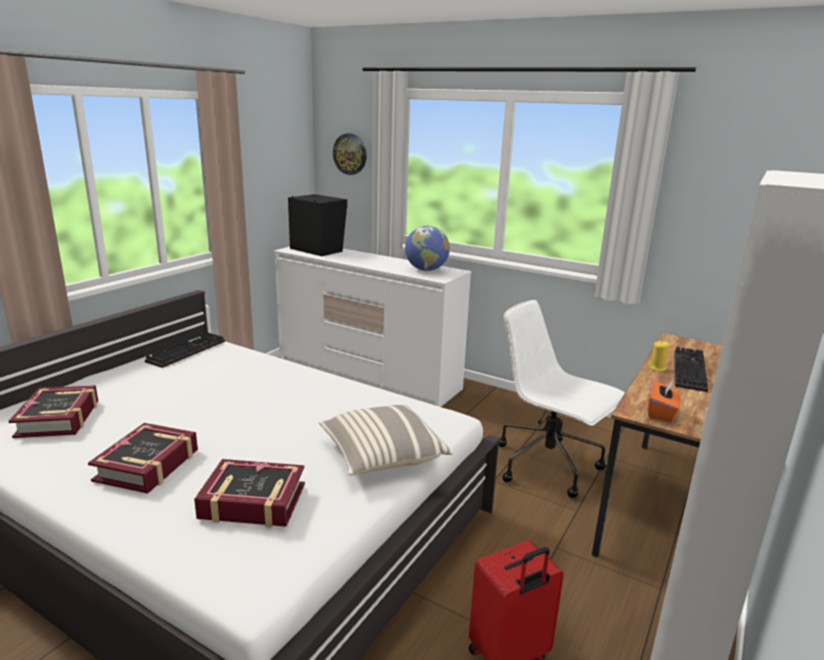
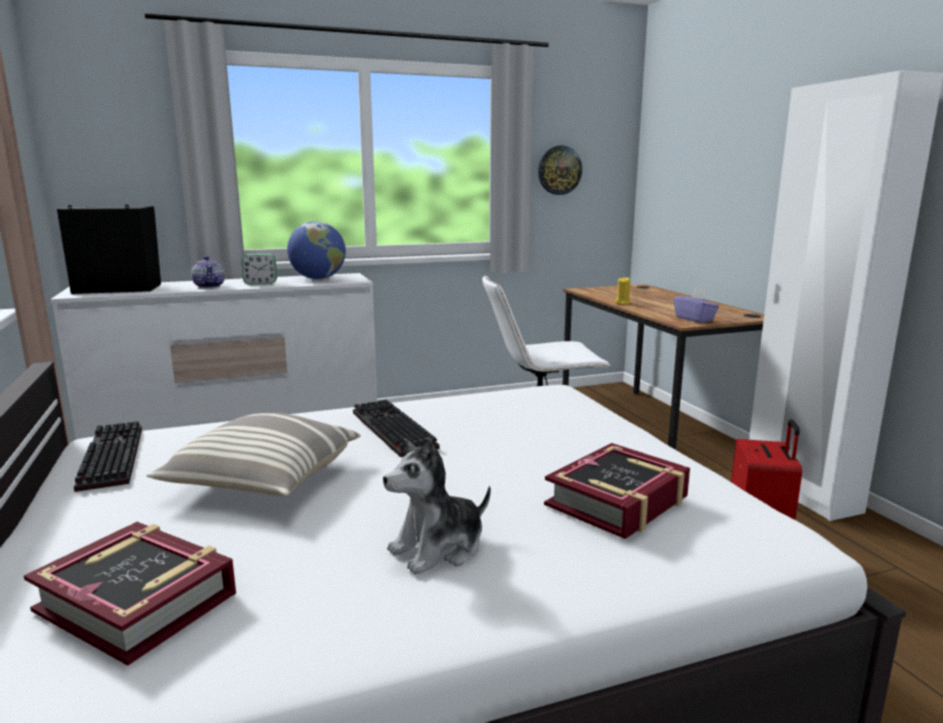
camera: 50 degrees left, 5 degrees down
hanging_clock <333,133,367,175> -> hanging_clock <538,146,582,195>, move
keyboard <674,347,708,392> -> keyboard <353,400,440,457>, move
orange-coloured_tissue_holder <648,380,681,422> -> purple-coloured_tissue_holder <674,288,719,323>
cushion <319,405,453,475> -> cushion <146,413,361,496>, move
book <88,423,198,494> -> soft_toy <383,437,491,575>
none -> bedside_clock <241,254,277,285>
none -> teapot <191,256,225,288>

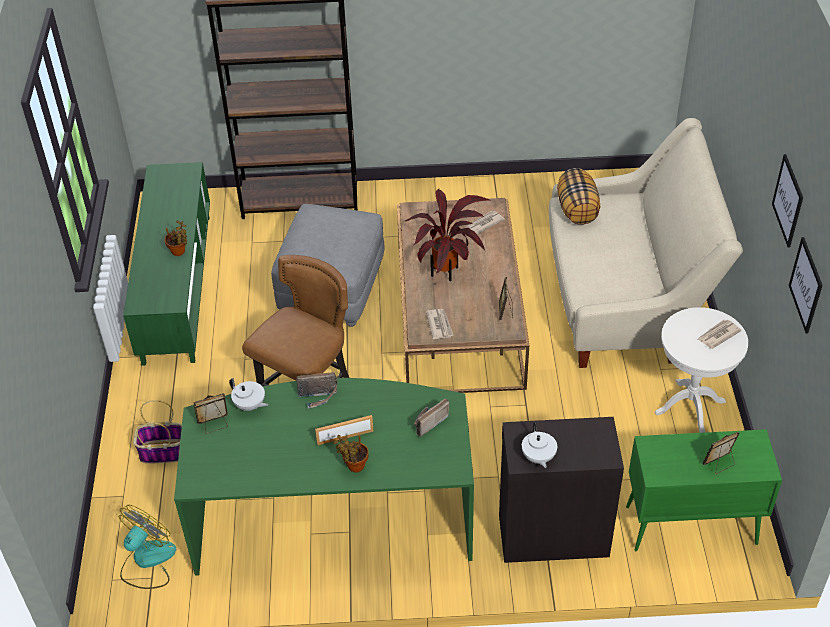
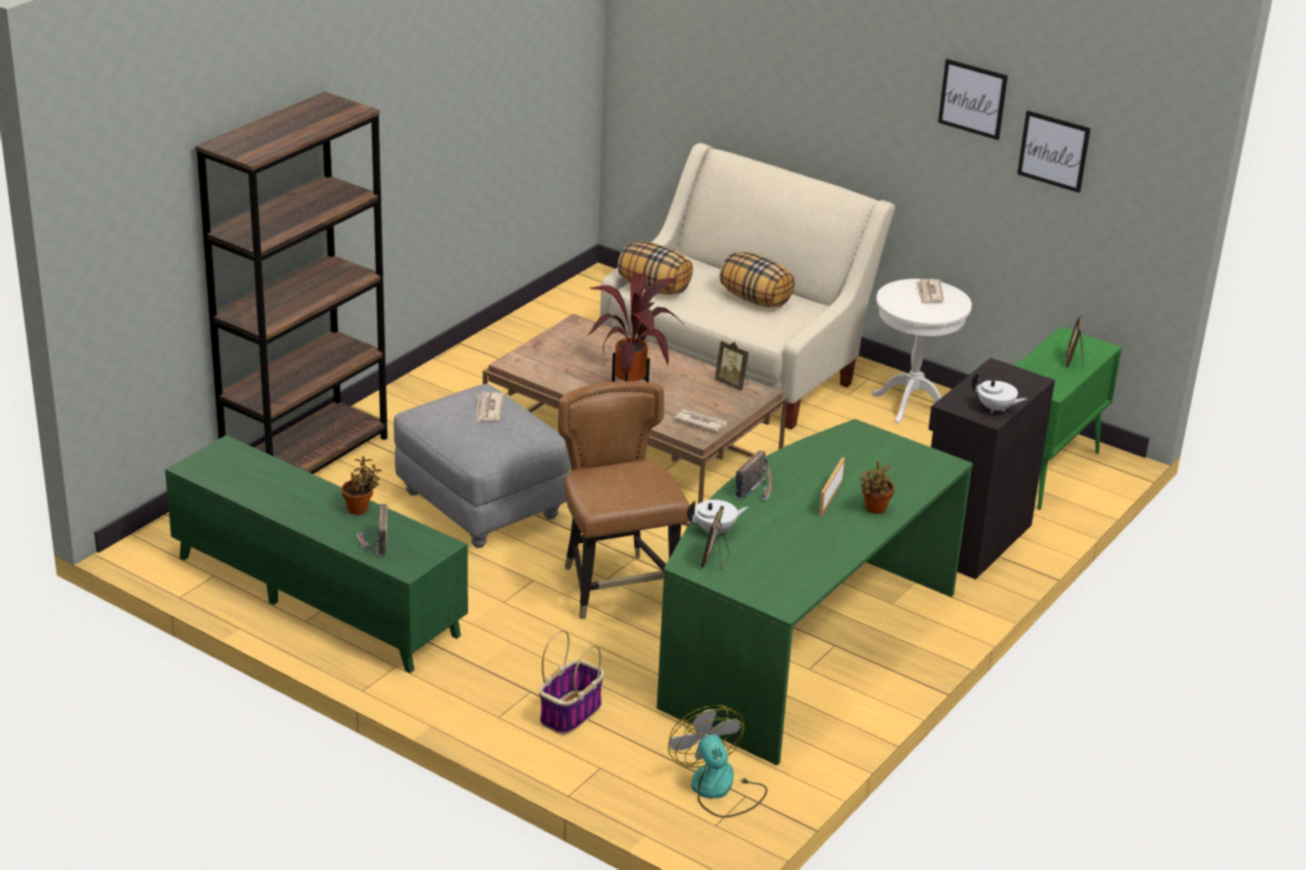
camera: 55 degrees left, 15 degrees down
daily_paper <465,211,505,234> -> daily_paper <476,392,505,422>, move
radio_receiver <414,399,450,437> -> radio_receiver <357,504,387,556>, move
none -> cushion <720,252,794,307>

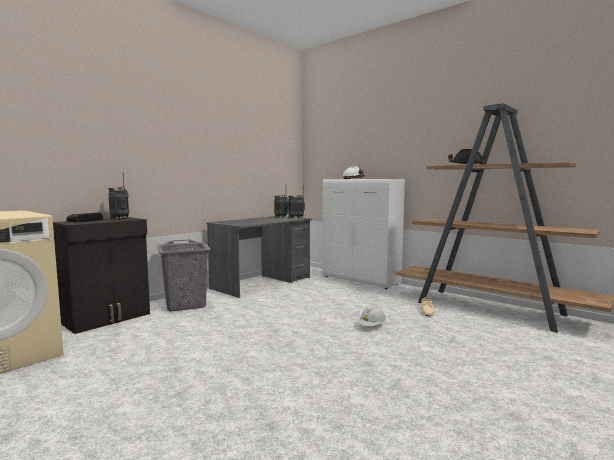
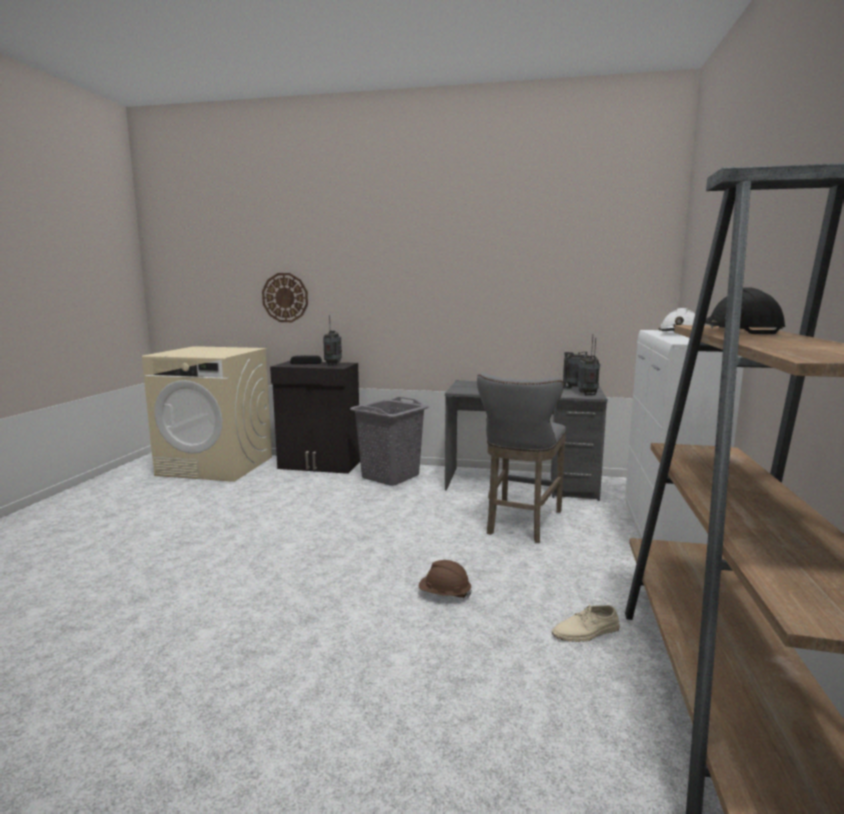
camera: 60 degrees right, 5 degrees up
white-coloured_work_helmet <358,305,386,326> -> brown_work_helmet <419,560,472,598>
none -> hanging_clock <262,273,308,322>
none -> gray_sitting_stool <477,373,566,543>

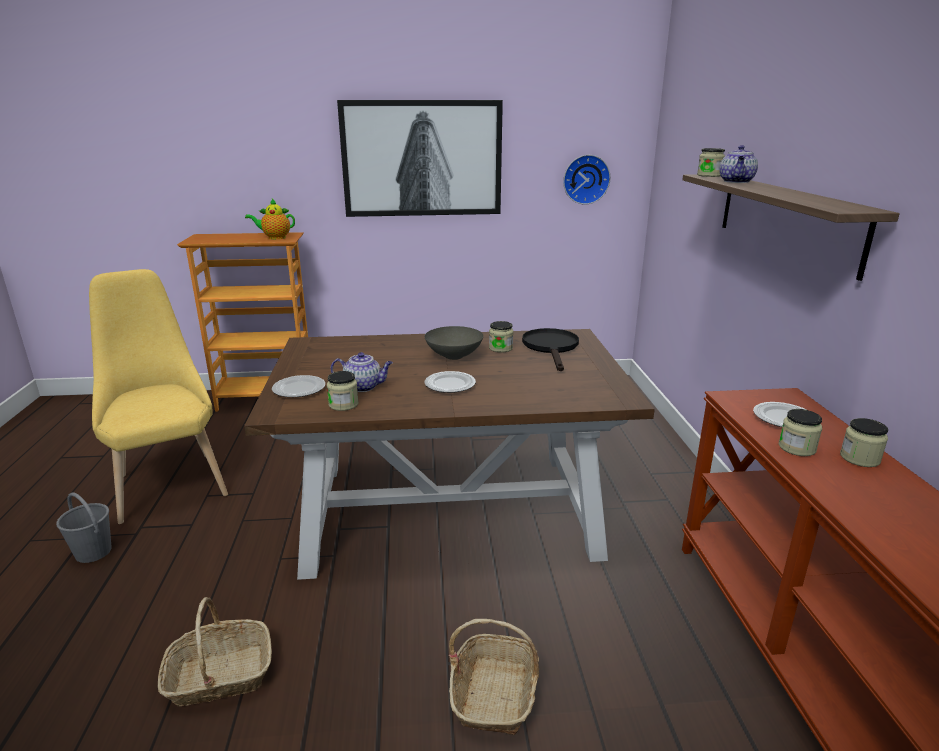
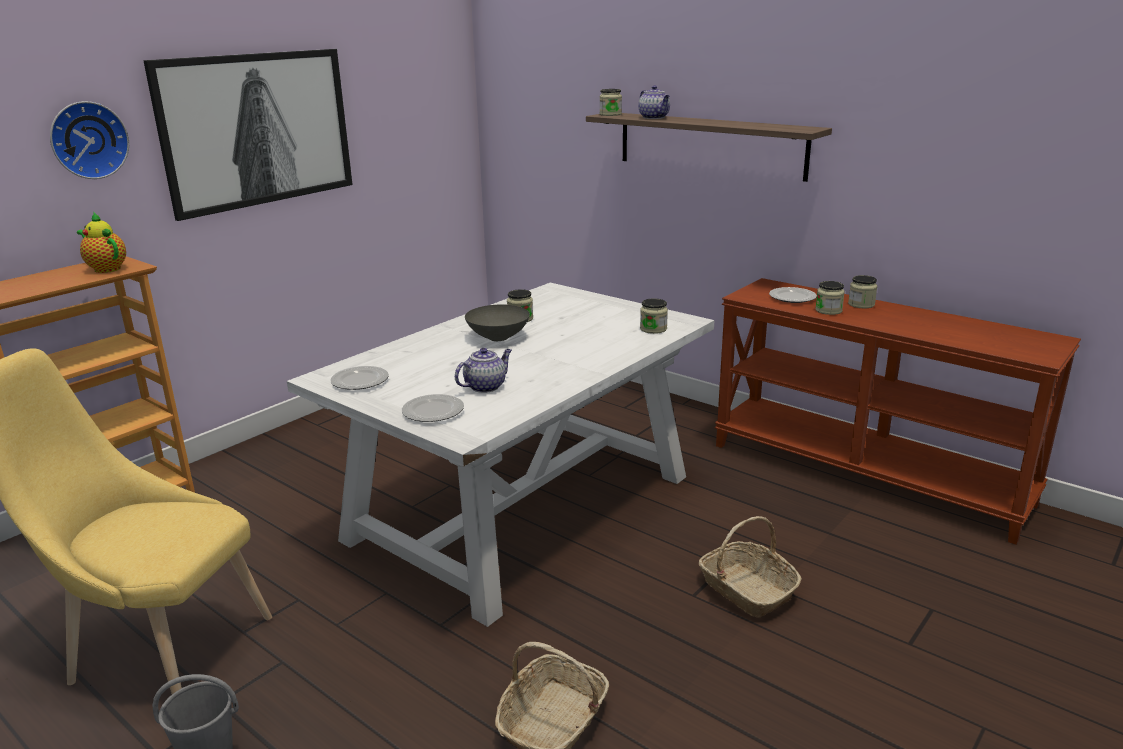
camera: 45 degrees left, 0 degrees up
hanging_clock <563,155,610,204> -> hanging_clock <50,101,129,179>, move
teapot <245,199,295,239> -> teapot <77,212,126,273>, 90 degrees clockwise
black_skillet <522,328,579,371> -> none
brown_dining_table <244,329,655,580> -> white-coloured_dining_table <287,283,714,627>
preserve_jar <327,371,359,411> -> preserve_jar <640,298,668,334>, move
dinner_plate <425,371,476,393> -> dinner_plate <330,366,389,390>, move

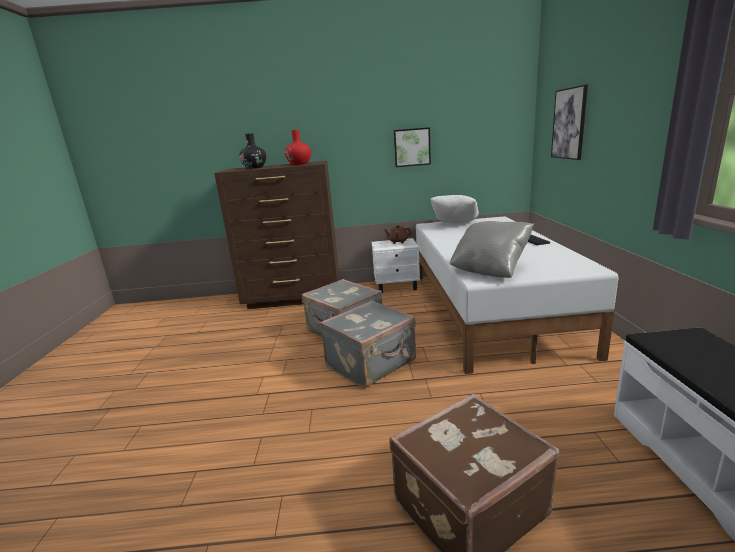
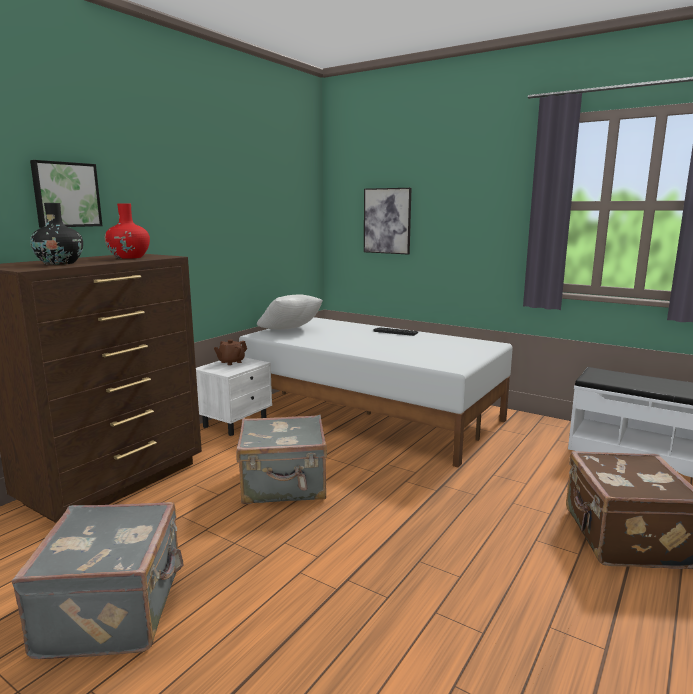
camera: 55 degrees left, 5 degrees down
picture <394,127,431,167> -> picture <30,160,103,228>, move
gray_cushion <450,221,534,278> -> none
gray_piece_of_luggage <319,300,416,388> -> gray_piece_of_luggage <12,502,184,659>, move

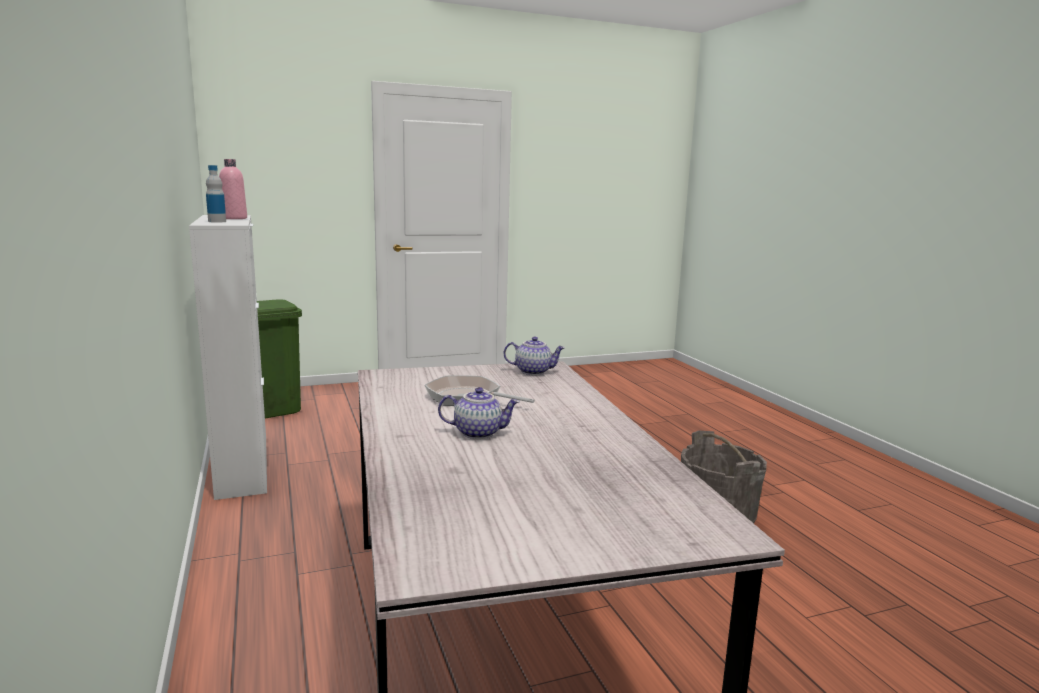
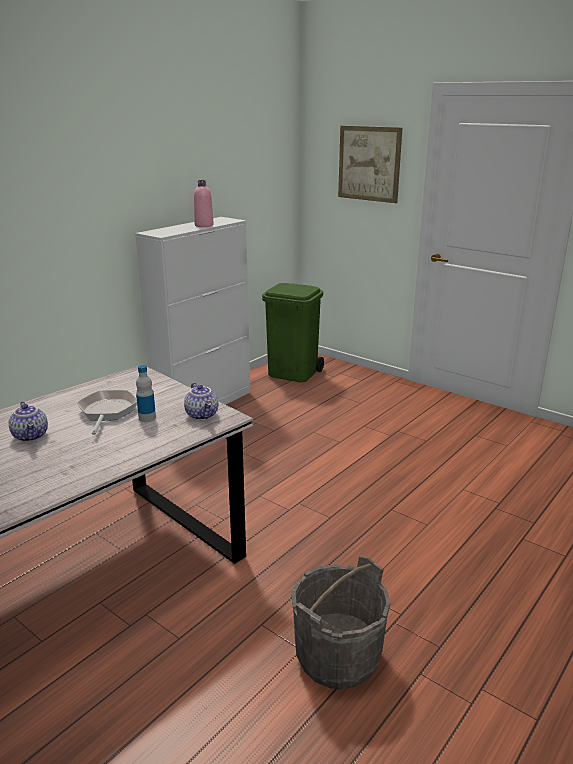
camera: 60 degrees right, 10 degrees up
bottle <206,165,226,223> -> bottle <136,365,156,422>, move
none -> picture <338,126,402,203>

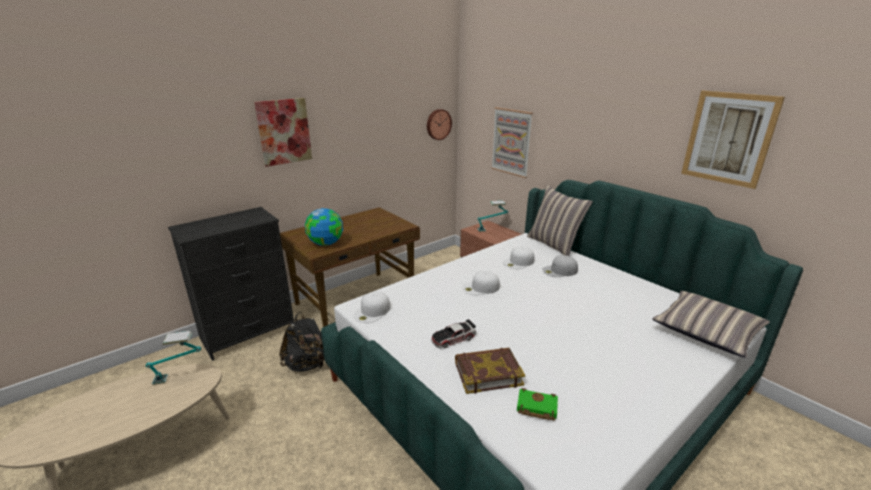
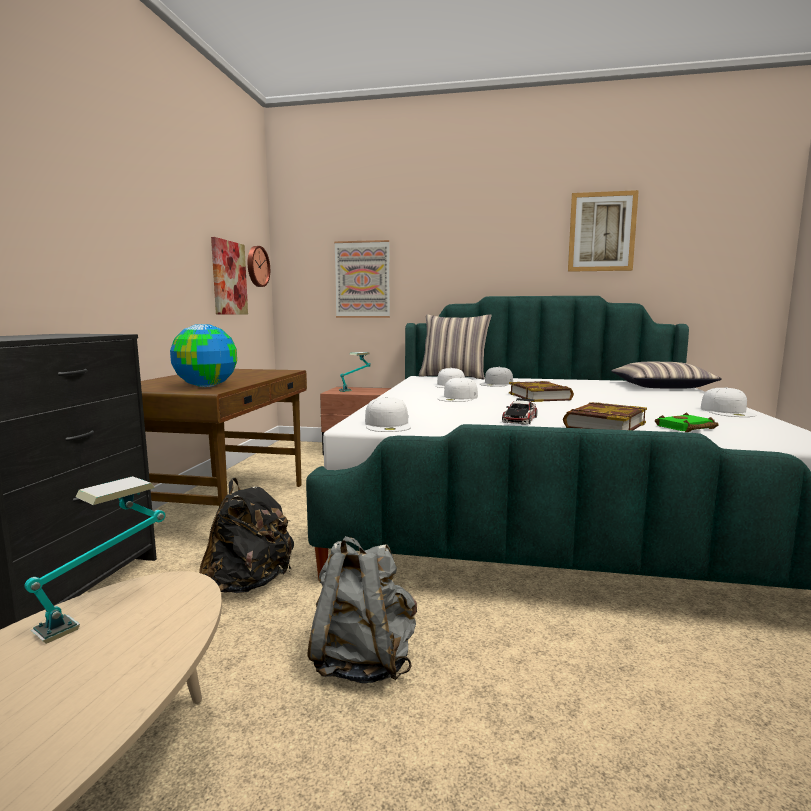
camera: 40 degrees left, 15 degrees down
picture <254,98,312,167> -> picture <211,237,248,314>, move
none -> book <509,381,574,402>
none -> white-coloured_peaked_cap <701,387,757,417>
none -> gray_backpack <307,536,417,683>

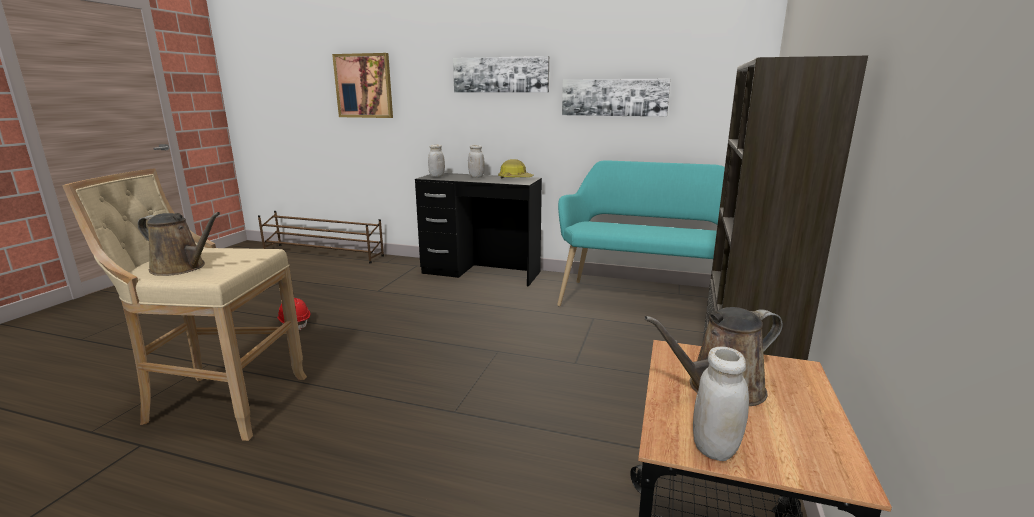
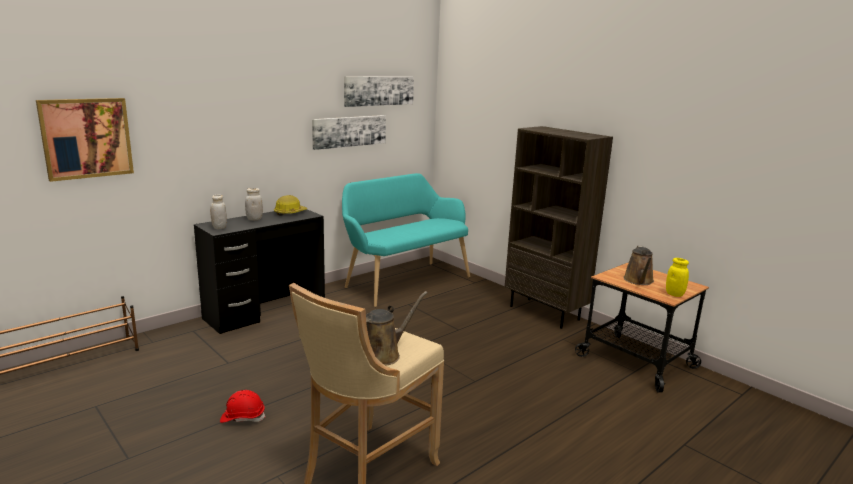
camera: 60 degrees left, 0 degrees up
picture <453,56,549,93> -> picture <344,76,414,107>, move
white-coloured_preserve_jar <693,346,749,461> -> yellow_preserve_jar <666,258,689,297>

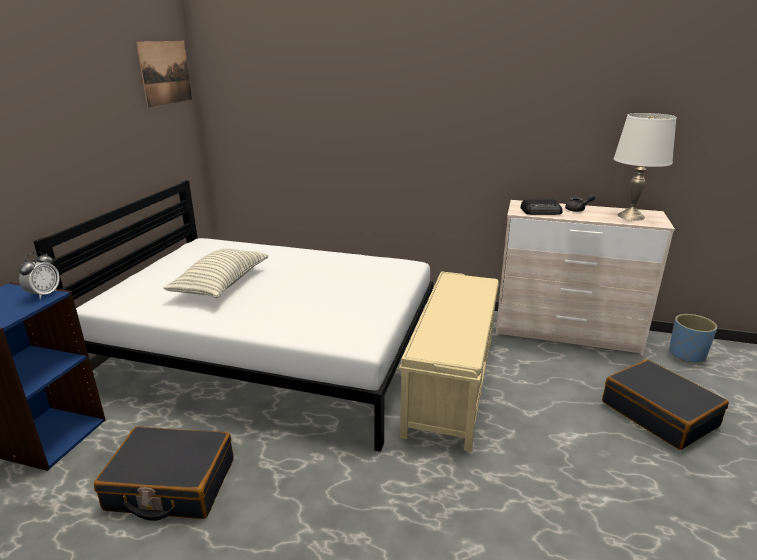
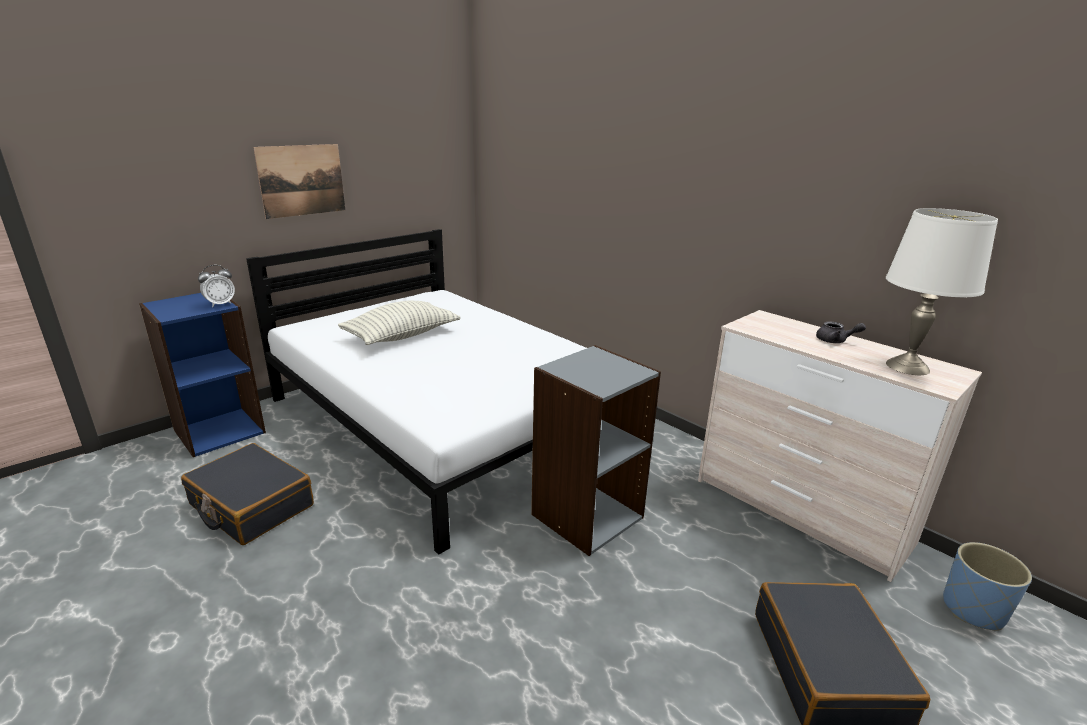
camera: 30 degrees right, 0 degrees up
picture <136,41,192,107> -> picture <253,144,345,219>, move
radio_receiver <520,199,563,215> -> none
beige_indoor_bench <399,271,499,452> -> gray_shelving_unit <531,345,661,556>

